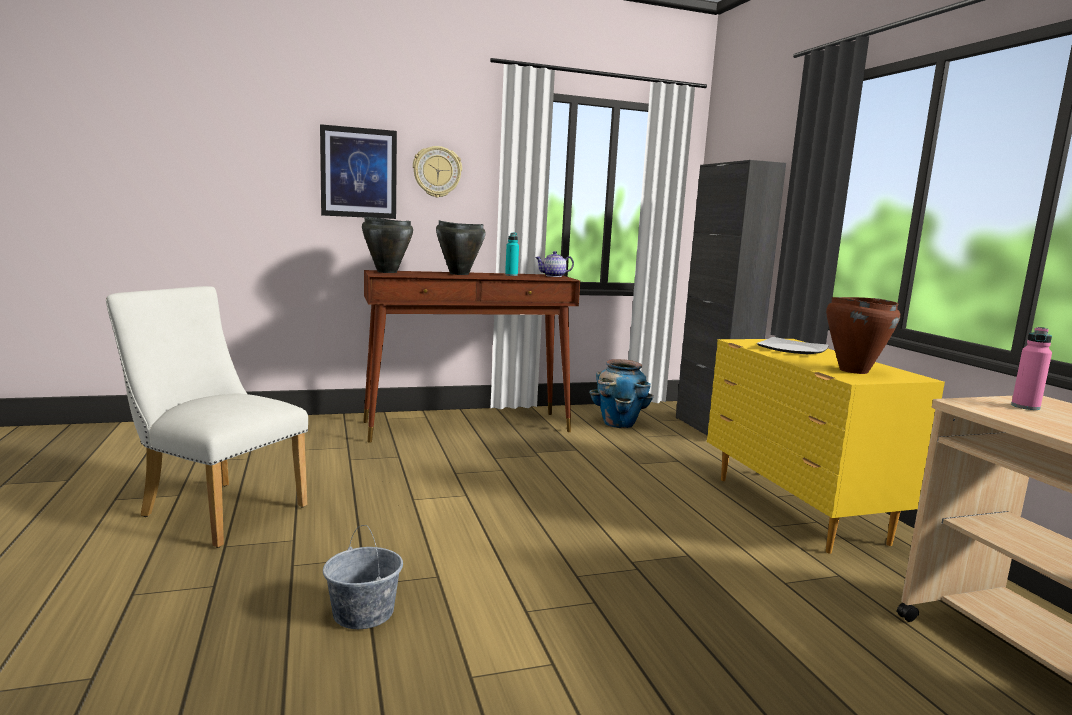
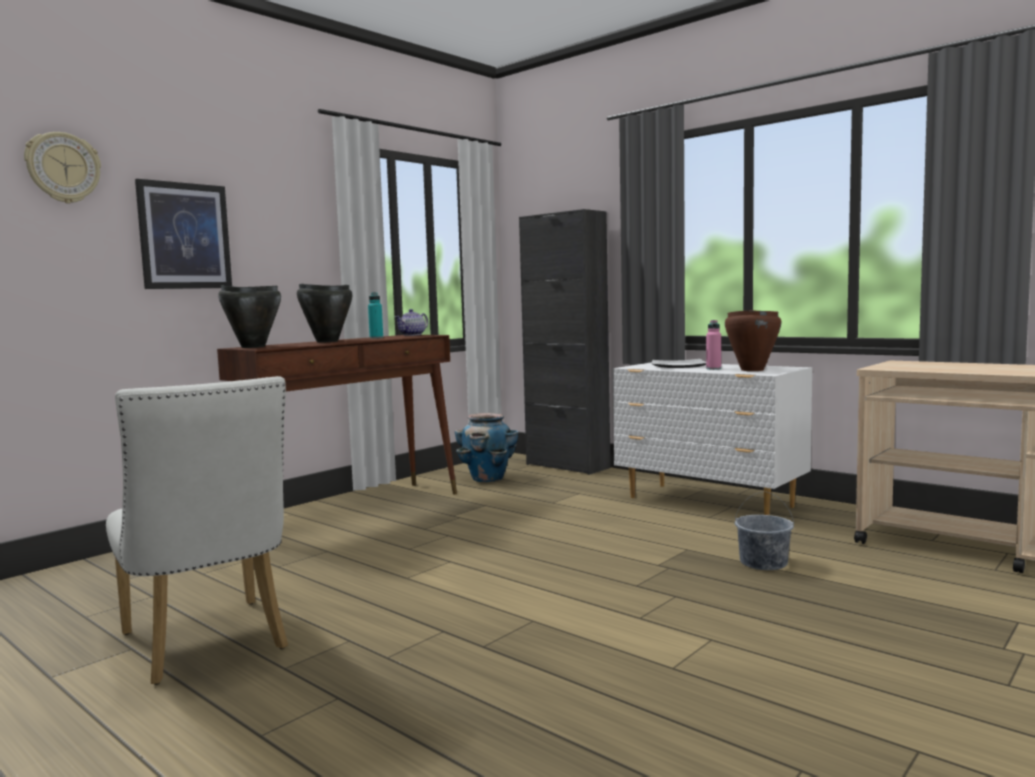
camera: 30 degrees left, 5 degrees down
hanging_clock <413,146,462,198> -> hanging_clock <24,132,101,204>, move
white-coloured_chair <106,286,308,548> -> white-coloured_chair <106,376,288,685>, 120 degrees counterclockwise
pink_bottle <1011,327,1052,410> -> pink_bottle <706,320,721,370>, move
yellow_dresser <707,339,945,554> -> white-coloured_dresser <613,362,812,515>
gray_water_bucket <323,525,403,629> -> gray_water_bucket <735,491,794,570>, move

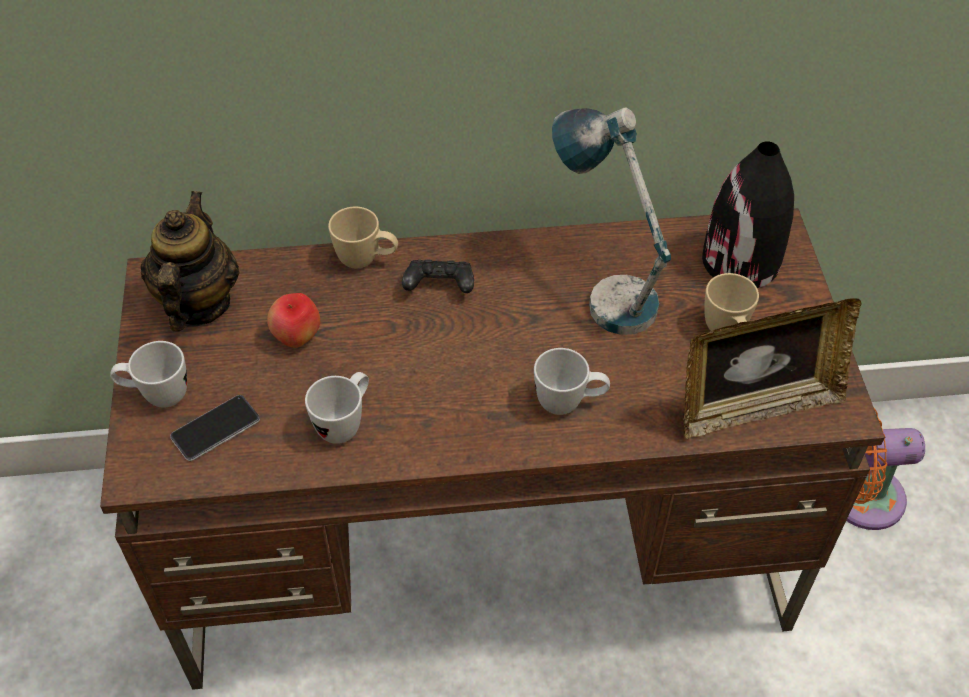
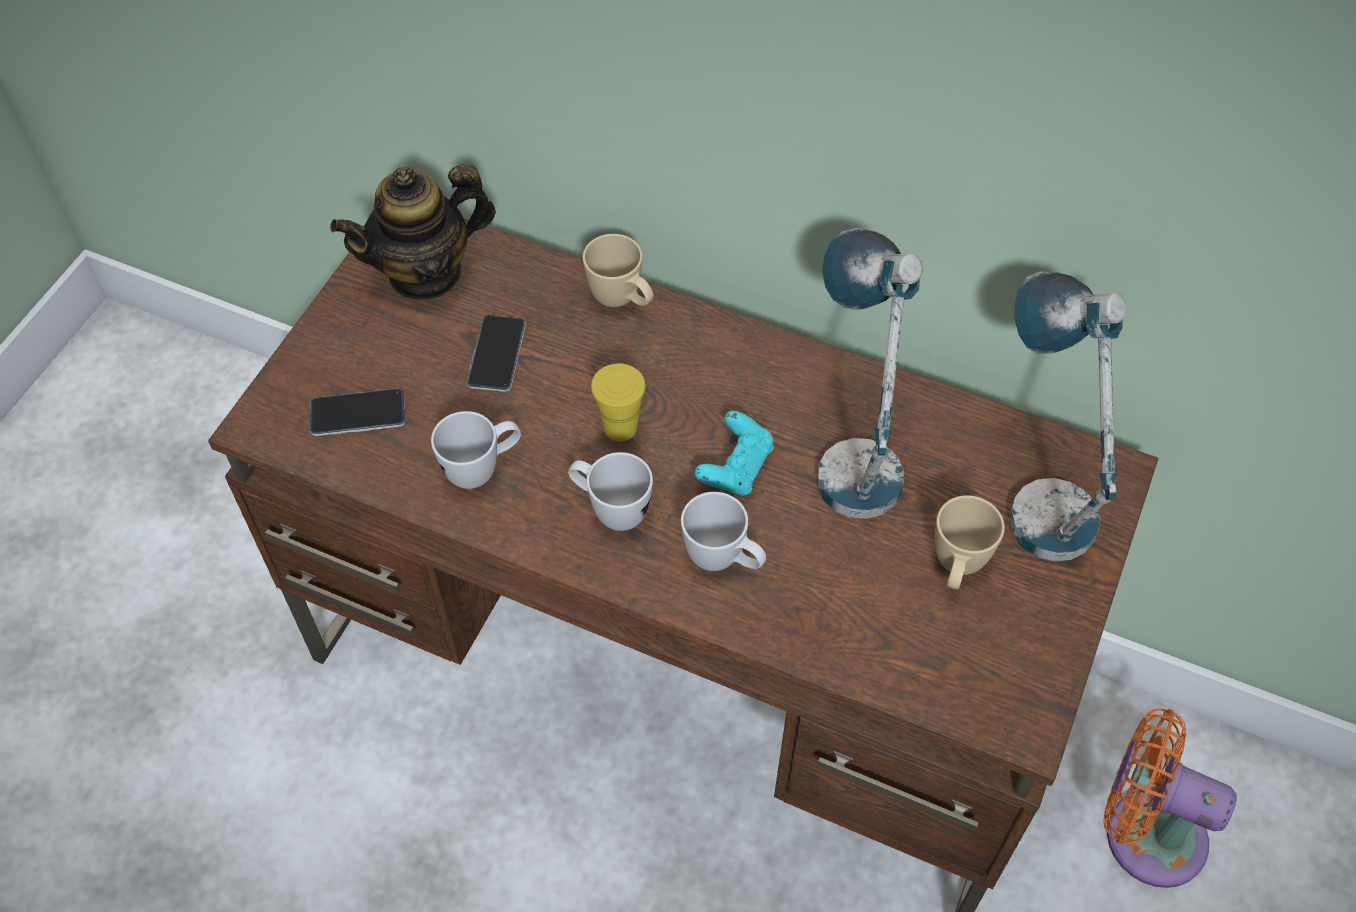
camera: 30 degrees right, 5 degrees up
black_decorative_vase <702,141,794,288> -> lamp_for_a_table <1009,271,1126,561>
teapot <141,191,239,332> -> teapot <330,164,496,301>, 150 degrees counterclockwise
black_gamepad <402,259,474,293> -> none
whole_apple <267,293,320,348> -> phone <467,315,526,392>
picture_frame <683,298,861,439> -> none
white-coloured_tea_mug <110,341,187,408> -> white-coloured_tea_mug <568,452,653,531>, move
none -> yellow_cup <591,363,646,442>
none -> turquoise_gamepad <695,411,774,496>

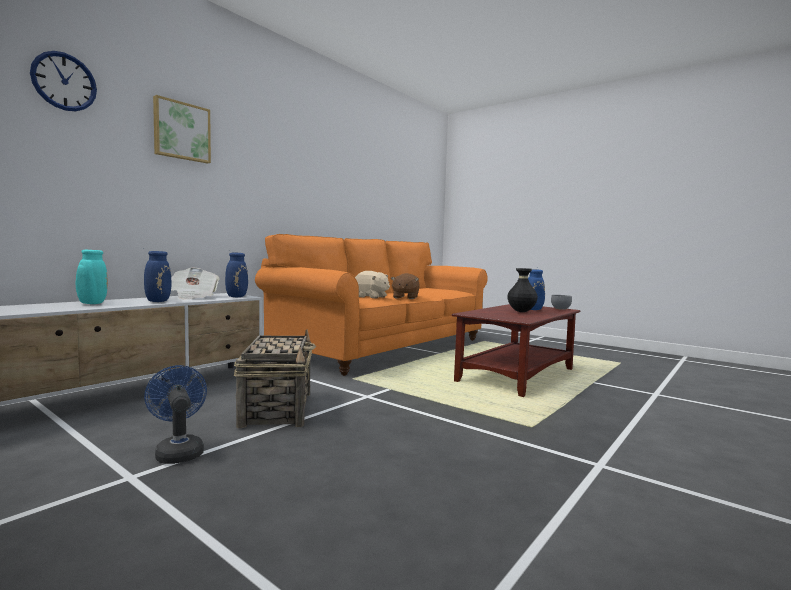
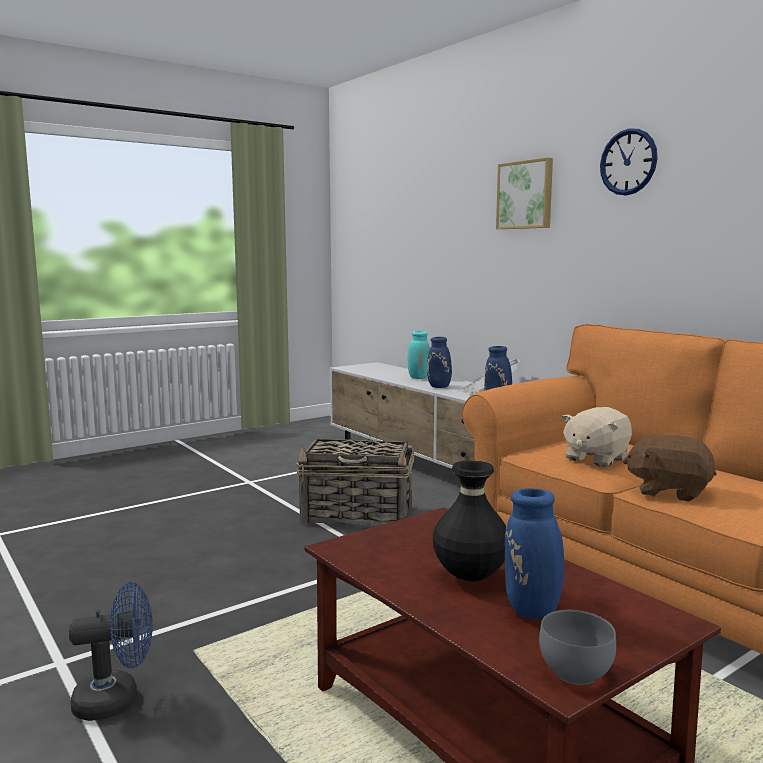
camera: 105 degrees right, 5 degrees up
hanging_clock <30,51,97,111> -> hanging_clock <600,128,658,196>, move
blue_cooling_fan <144,365,207,464> -> blue_cooling_fan <69,582,153,721>, move

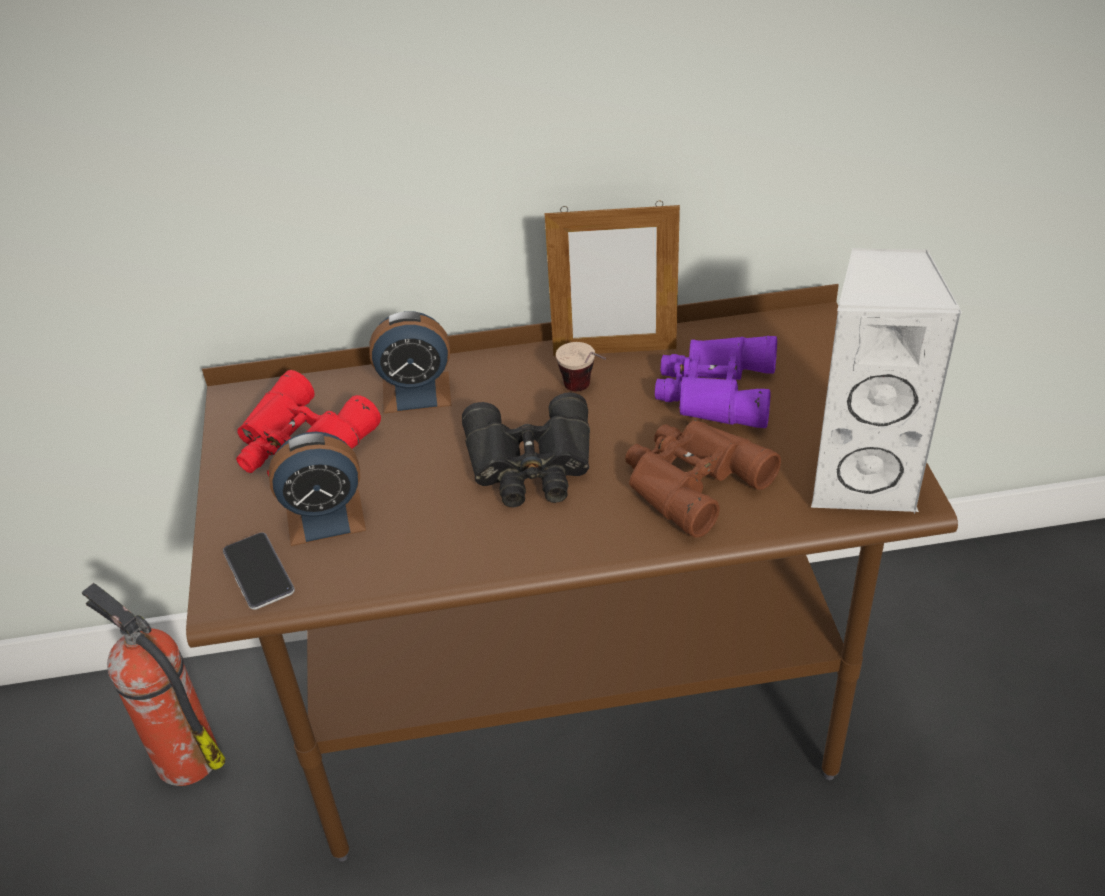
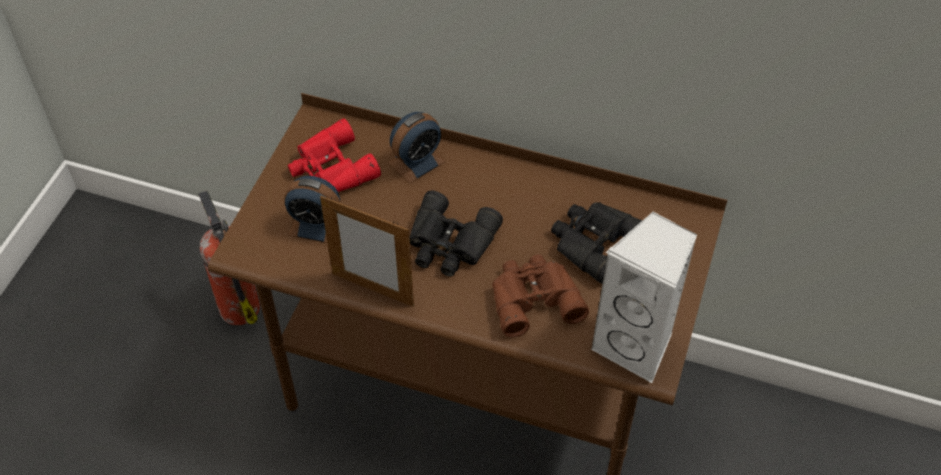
camera: 25 degrees right, 10 degrees up
picture_frame <545,200,680,356> -> picture_frame <320,196,414,307>, move
bedside_clock <369,311,451,414> -> bedside_clock <388,112,445,183>, 60 degrees counterclockwise
purple-coloured_pair_of_binoculars <655,336,777,428> -> black_pair_of_binoculars <551,202,643,284>
cup <556,342,606,391> -> none
phone <223,532,295,610> -> none

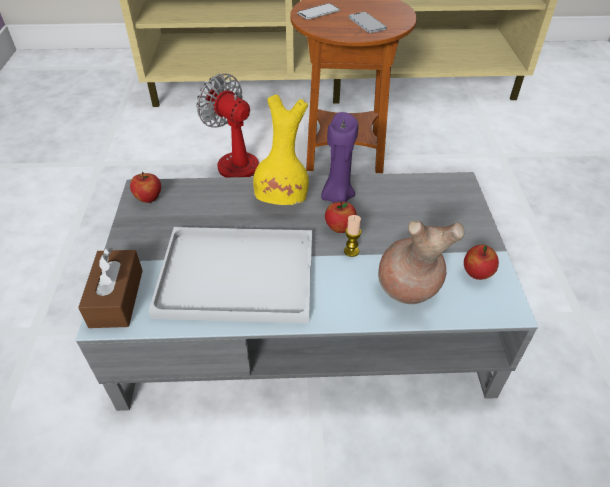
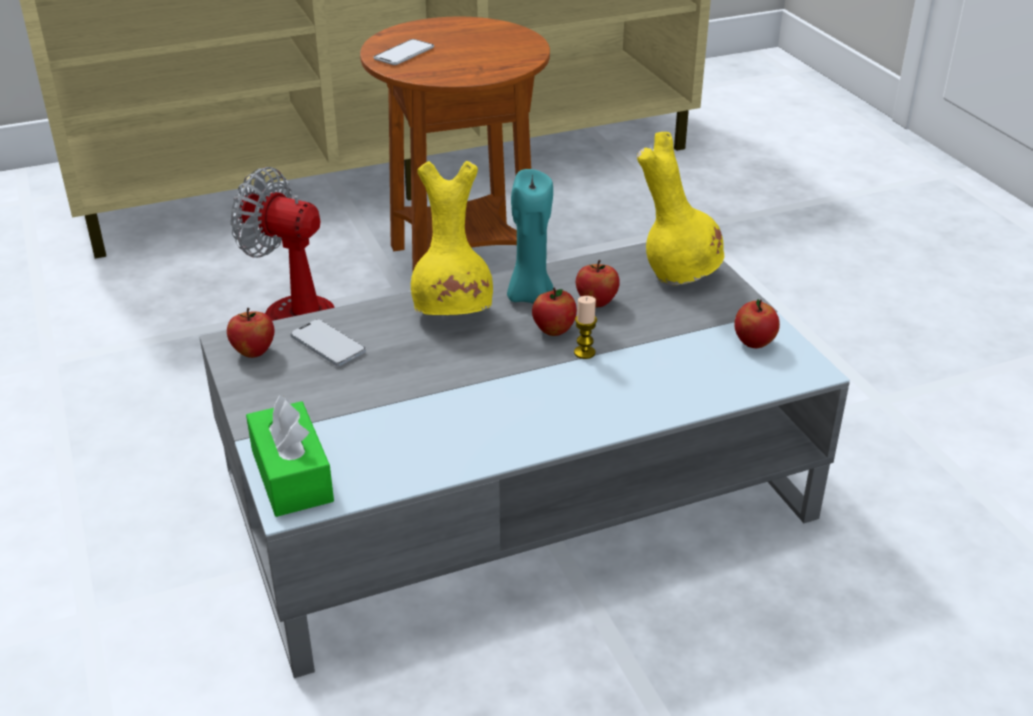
camera: 20 degrees left, 10 degrees down
phone <348,12,387,33> -> phone <290,319,366,366>, move
purple-coloured_wax_light <321,112,358,203> -> turquoise_wax_light <507,169,553,304>
brown_decorative_vase <378,221,465,304> -> none
white-coloured_carrying_tray <148,227,312,323> -> none
brown_tissue_holder <78,248,143,328> -> green_tissue_holder <246,395,334,517>
none -> yellow_decorative_vase <637,132,724,285>
none -> whole_apple <576,260,620,307>

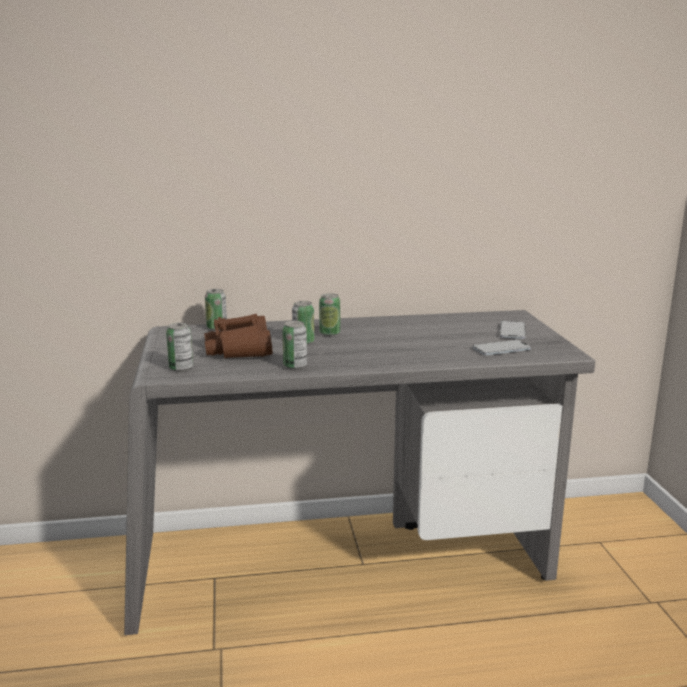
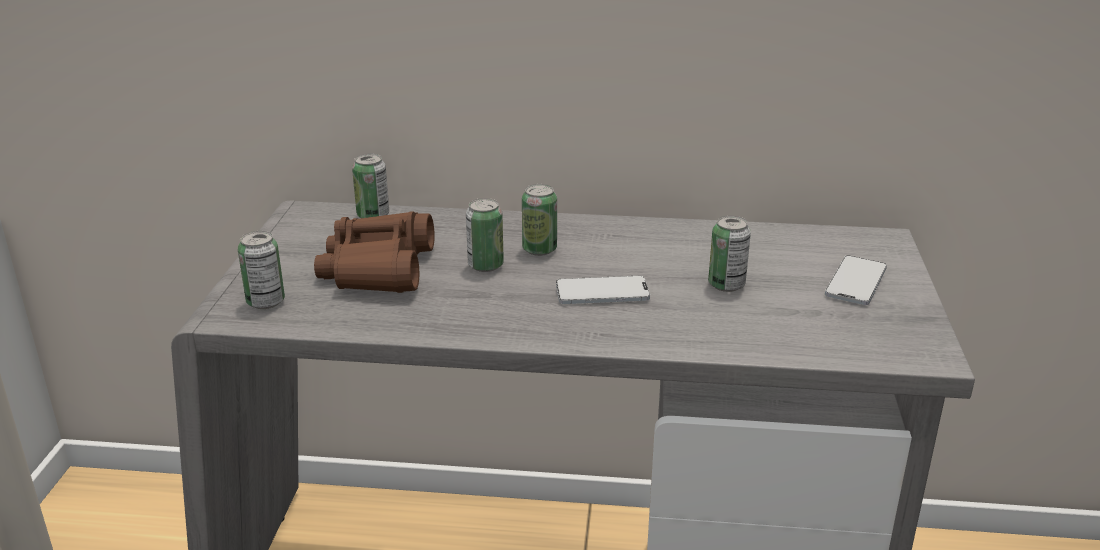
camera: 15 degrees right, 10 degrees up
can <282,321,307,369> -> can <708,215,751,292>, move
phone <473,340,531,355> -> phone <556,276,650,304>, move

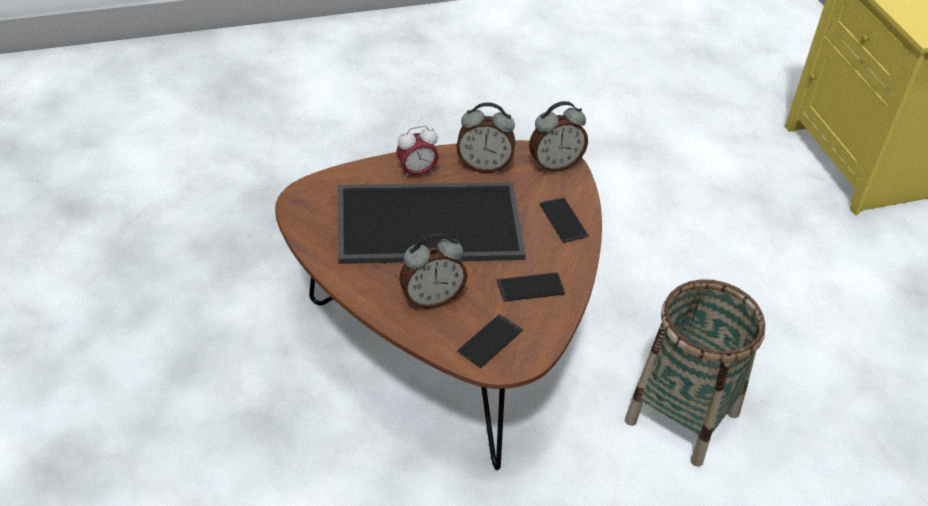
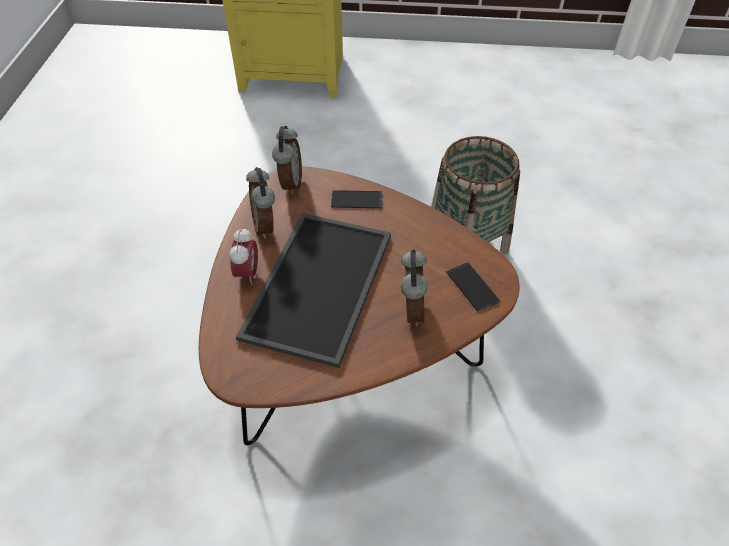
camera: 65 degrees left, 5 degrees up
bedside_clock <456,102,515,173> -> bedside_clock <246,167,275,239>, 135 degrees clockwise
phone <497,272,565,302> -> none

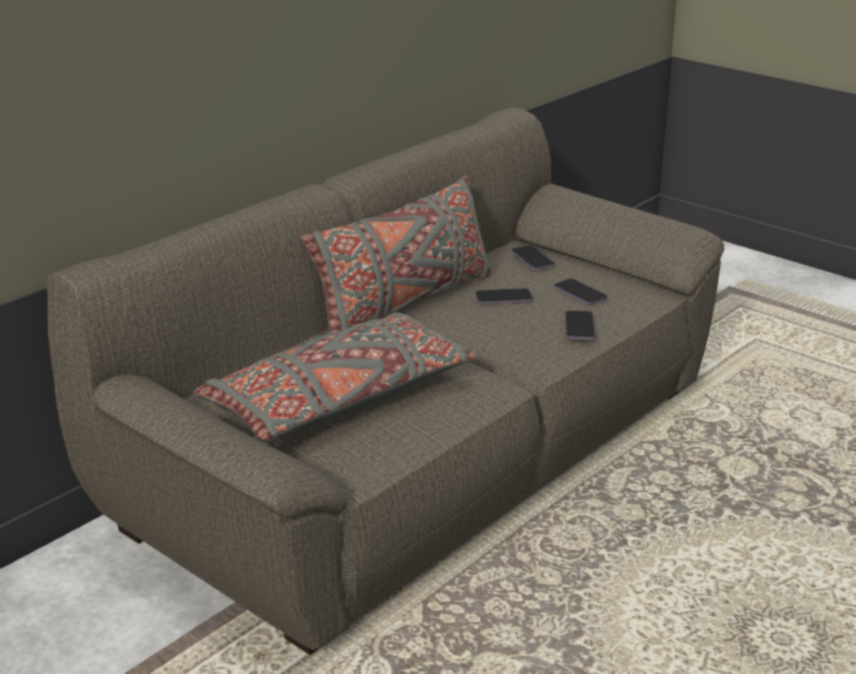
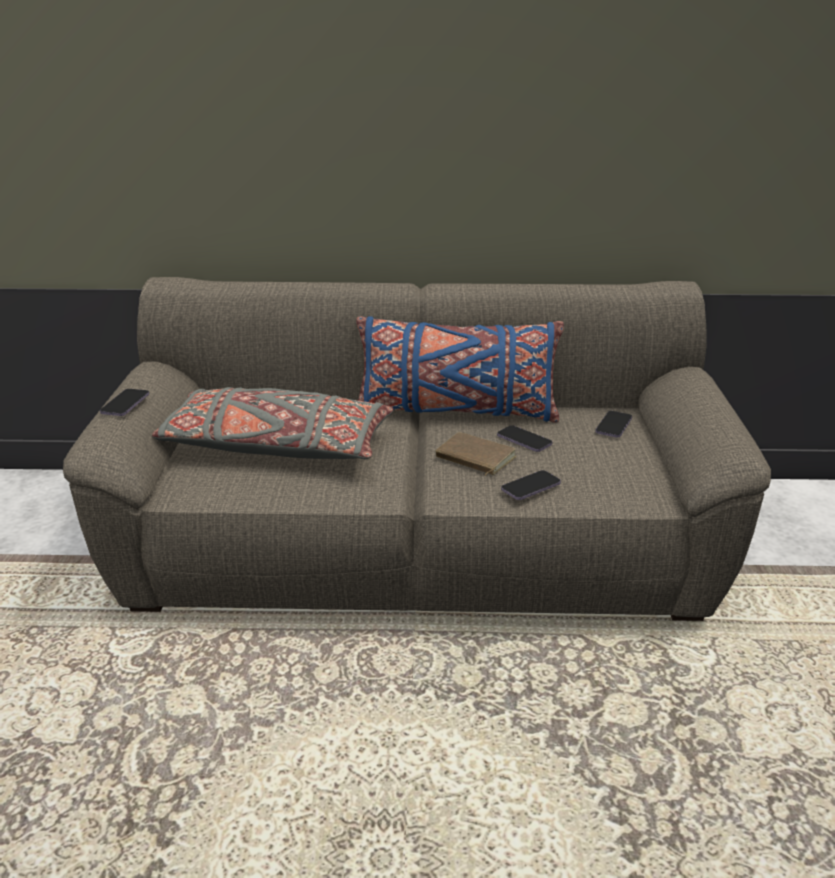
camera: 50 degrees right, 0 degrees up
gray_cushion <301,176,492,333> -> blue_cushion <356,316,564,423>
phone <554,279,607,305> -> phone <100,389,149,416>, move
none -> brown_book <436,432,517,476>

